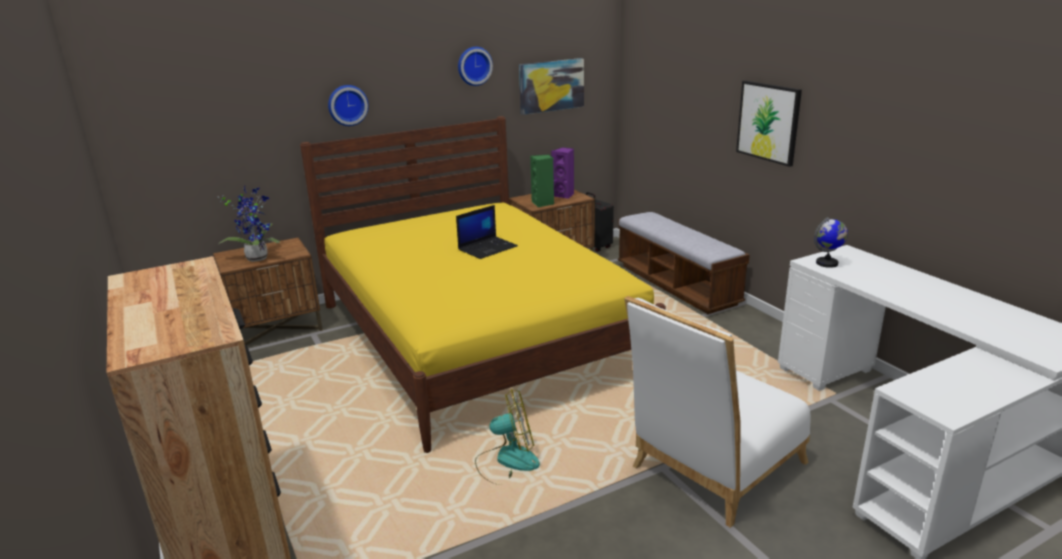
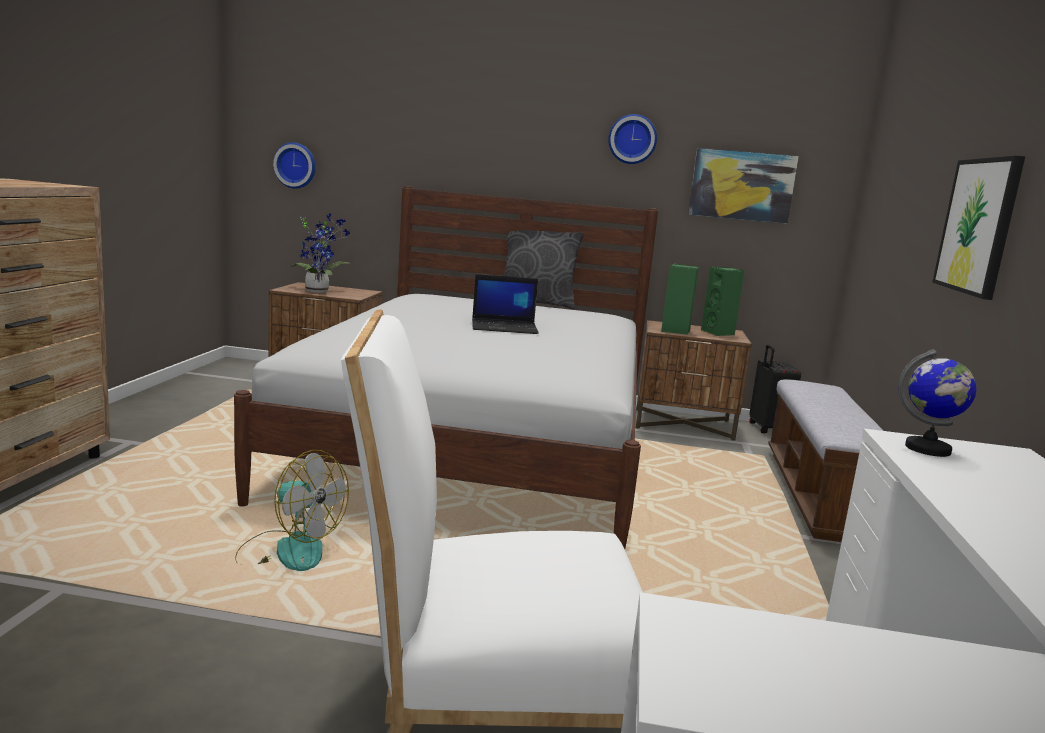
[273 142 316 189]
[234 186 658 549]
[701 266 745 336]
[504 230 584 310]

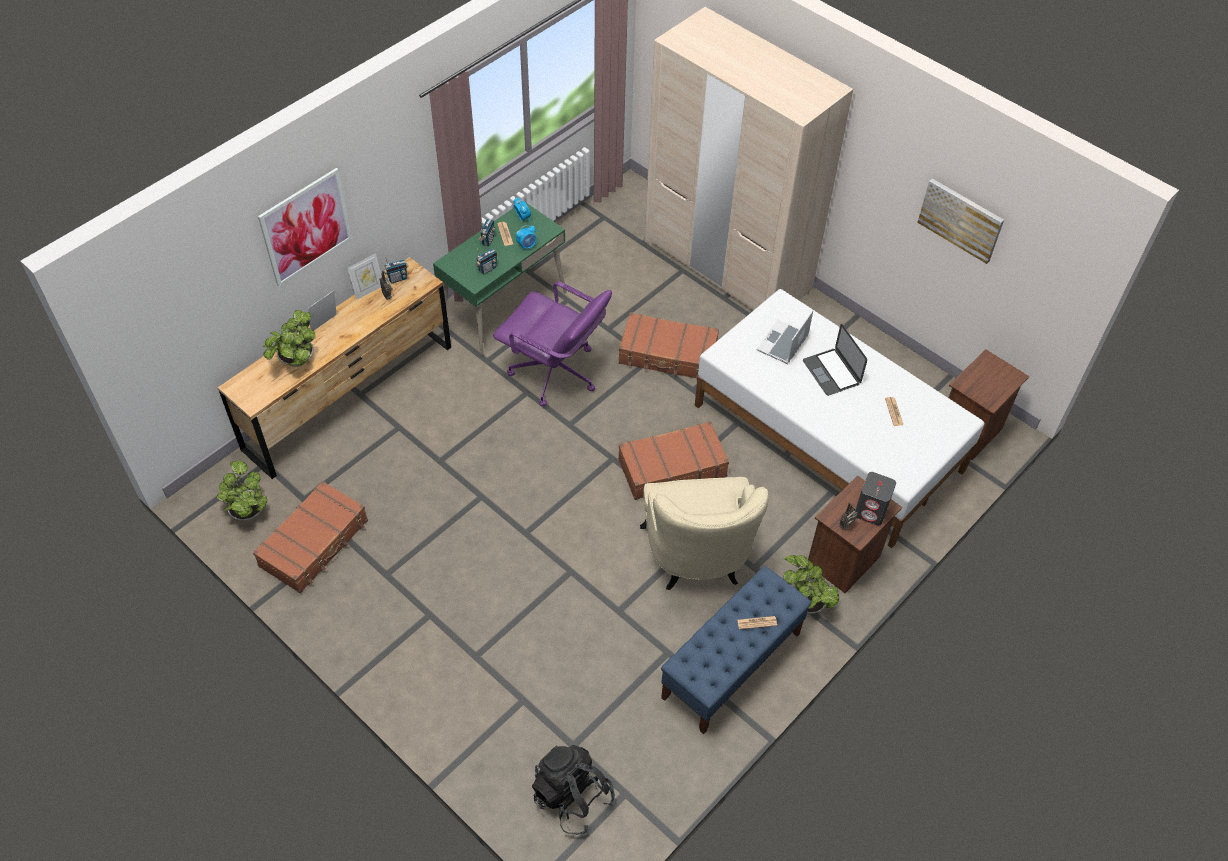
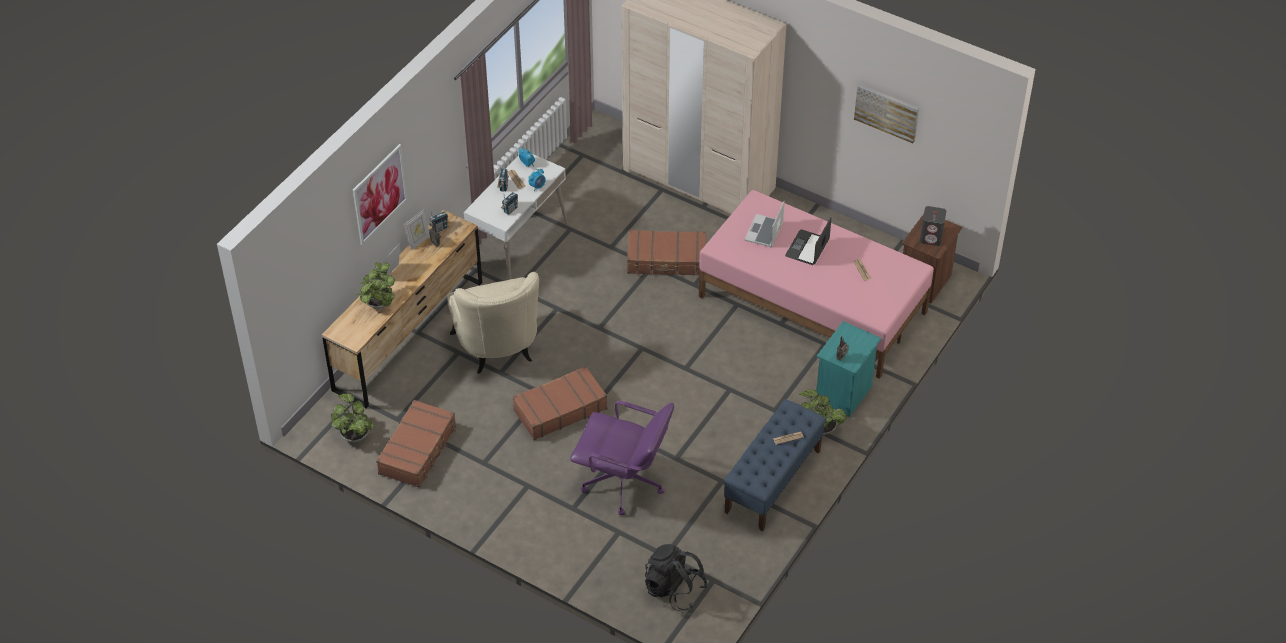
[464 154 568 280]
[570 400 674 515]
[699 190 934 379]
[785 217 831 265]
[513 366 608 440]
[920 206 946 246]
[816 321 881 417]
[447 272 539 373]

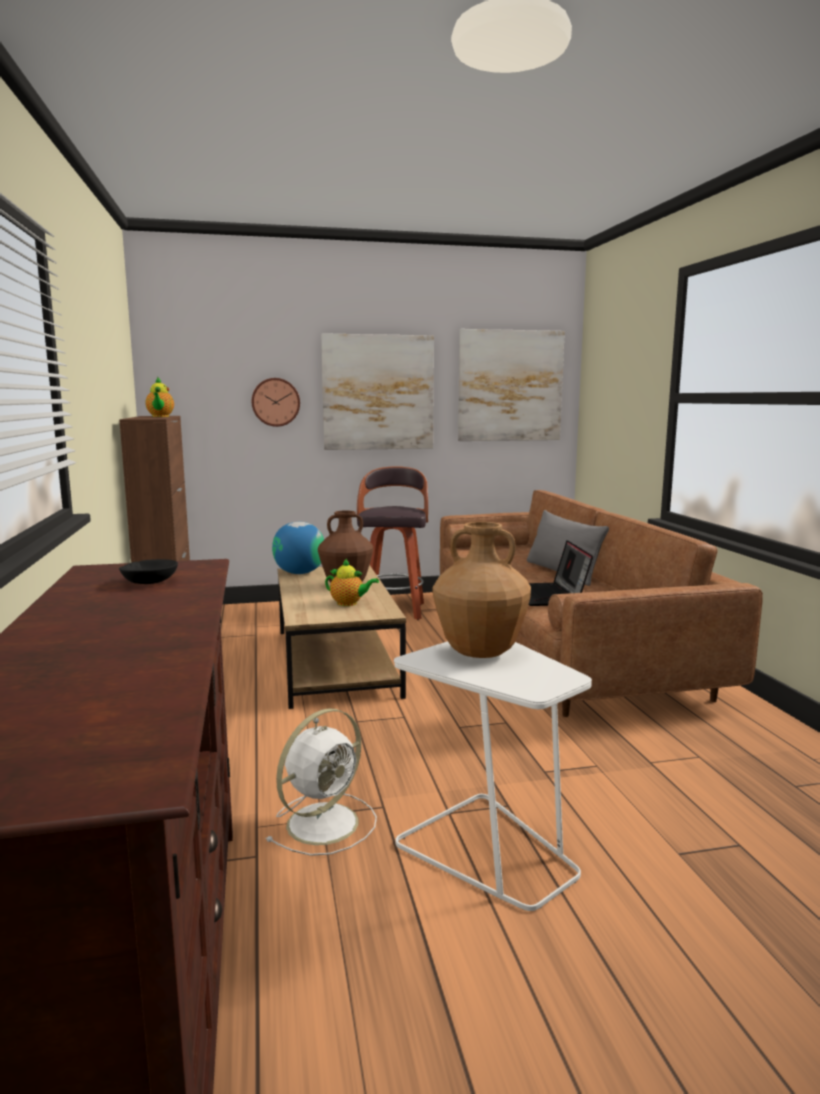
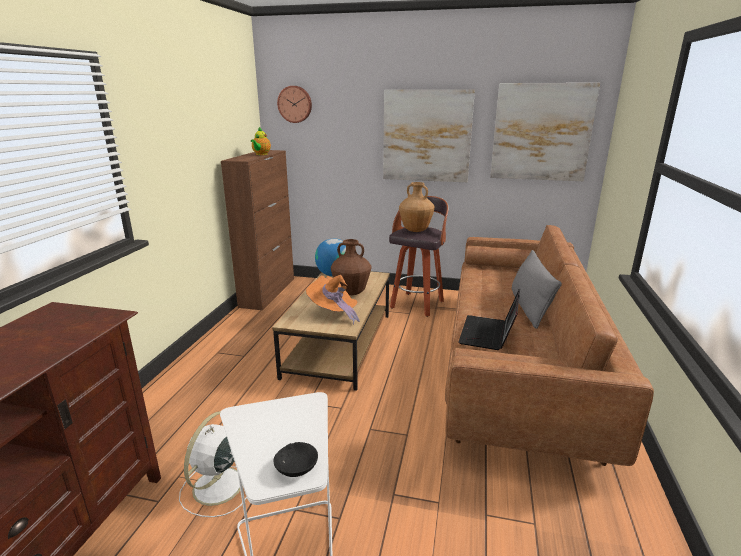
[277 86 312 123]
[399 182 435 232]
[274 442 318 477]
[306 275 360 325]
[179 411 247 517]

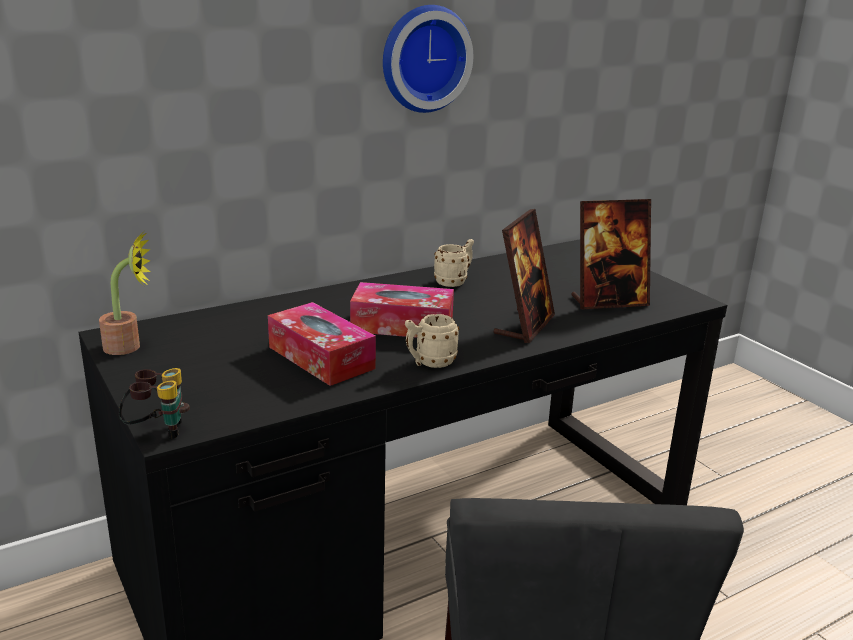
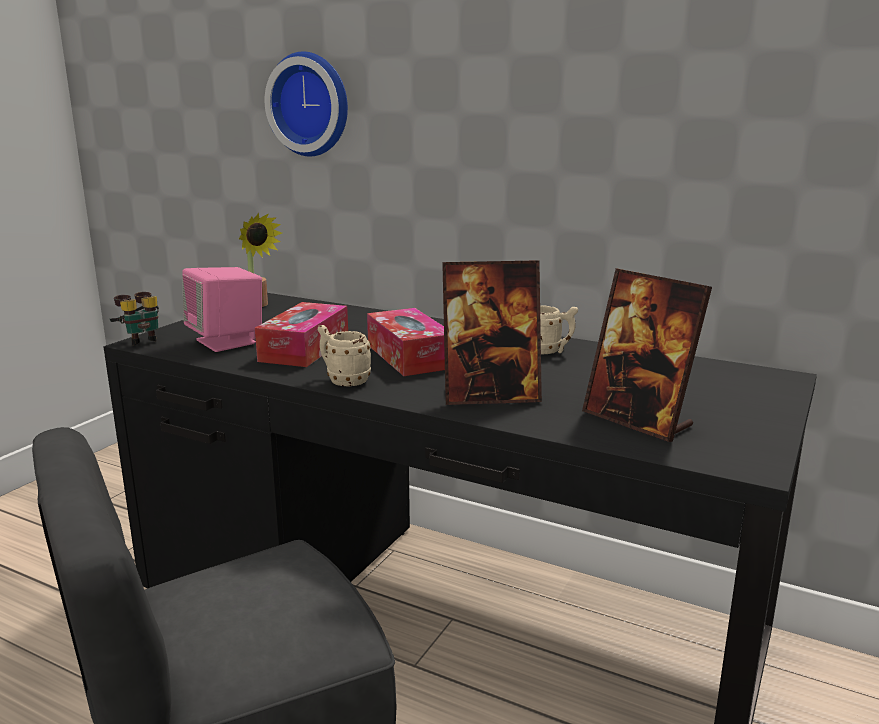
[265 51 348 156]
[182 267 262 352]

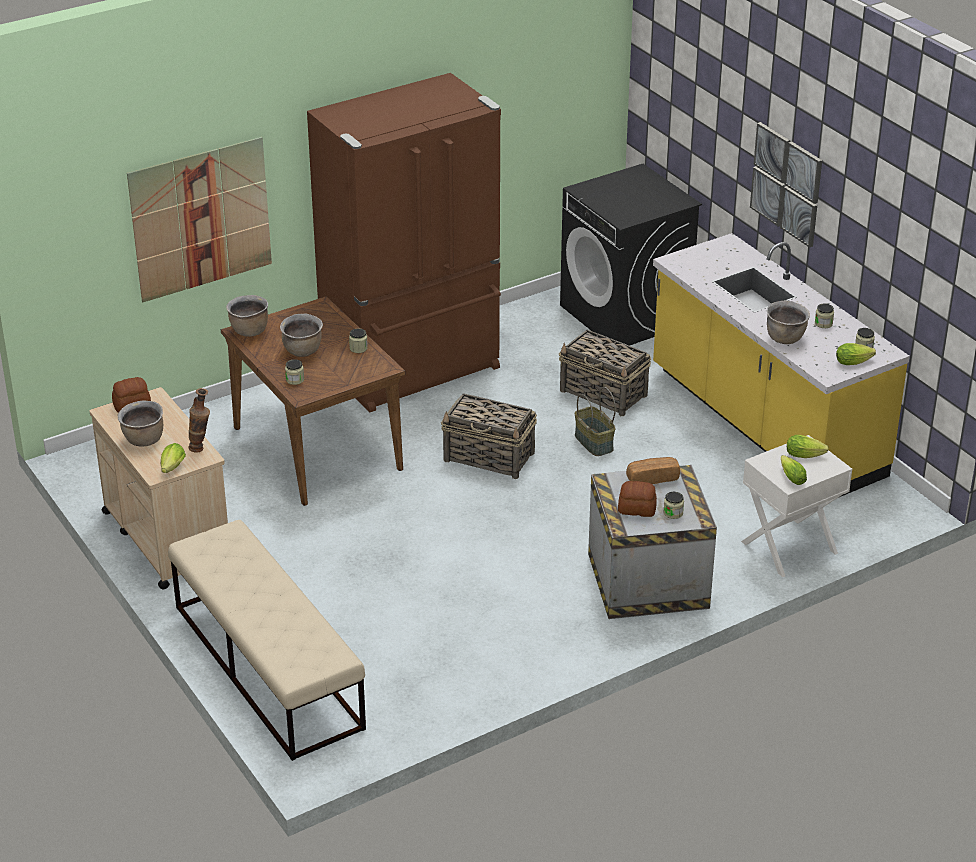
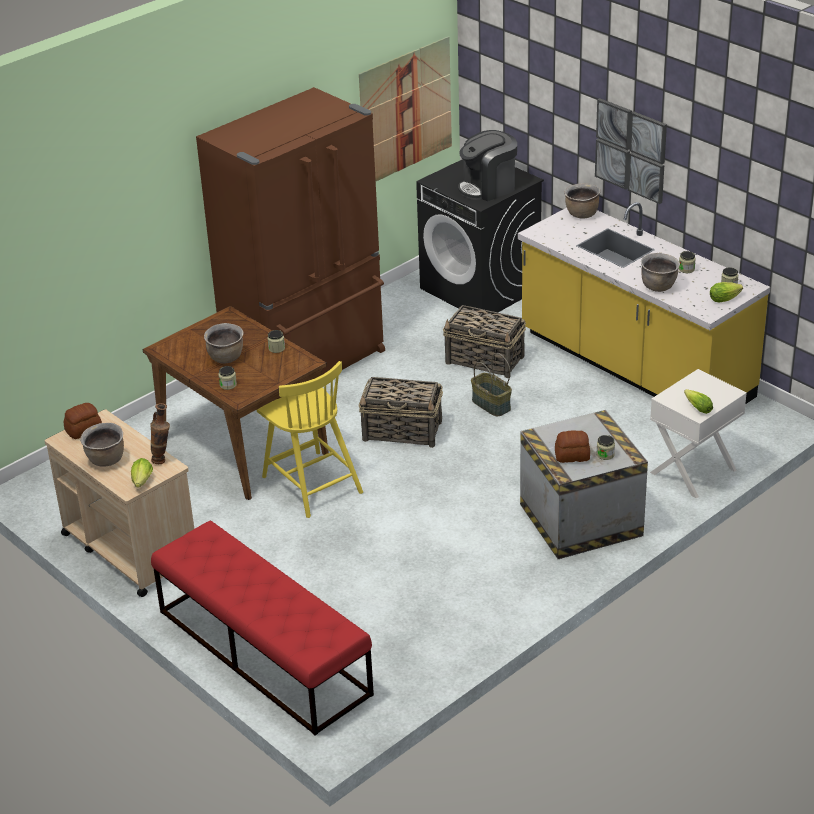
[359 36 452 181]
[564 183 600 218]
[787 435 829 458] (first image)
[626 457 680 484] (first image)
[151 521 374 735]
[458 130 517 201]
[257 361 363 518]

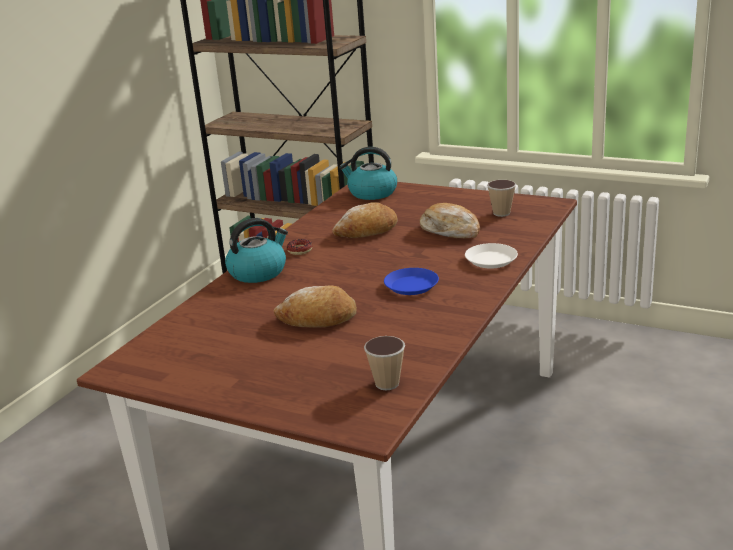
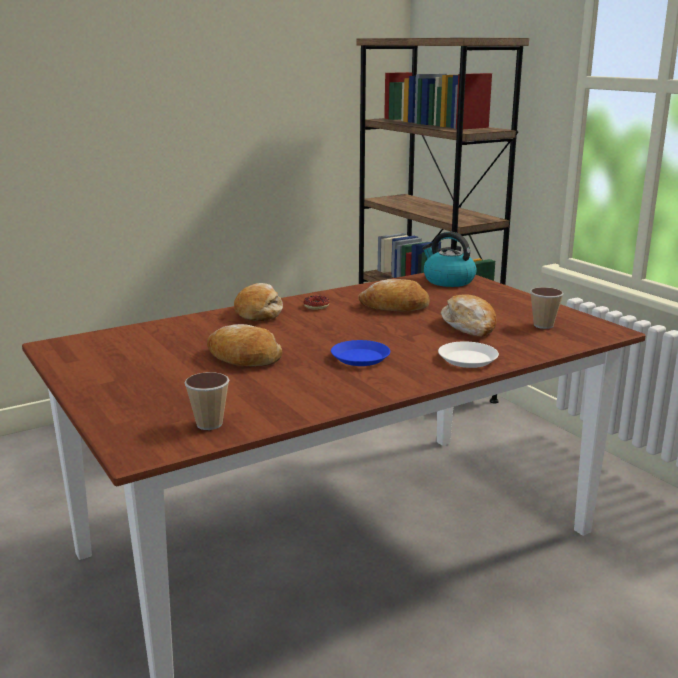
[234 283 283 321]

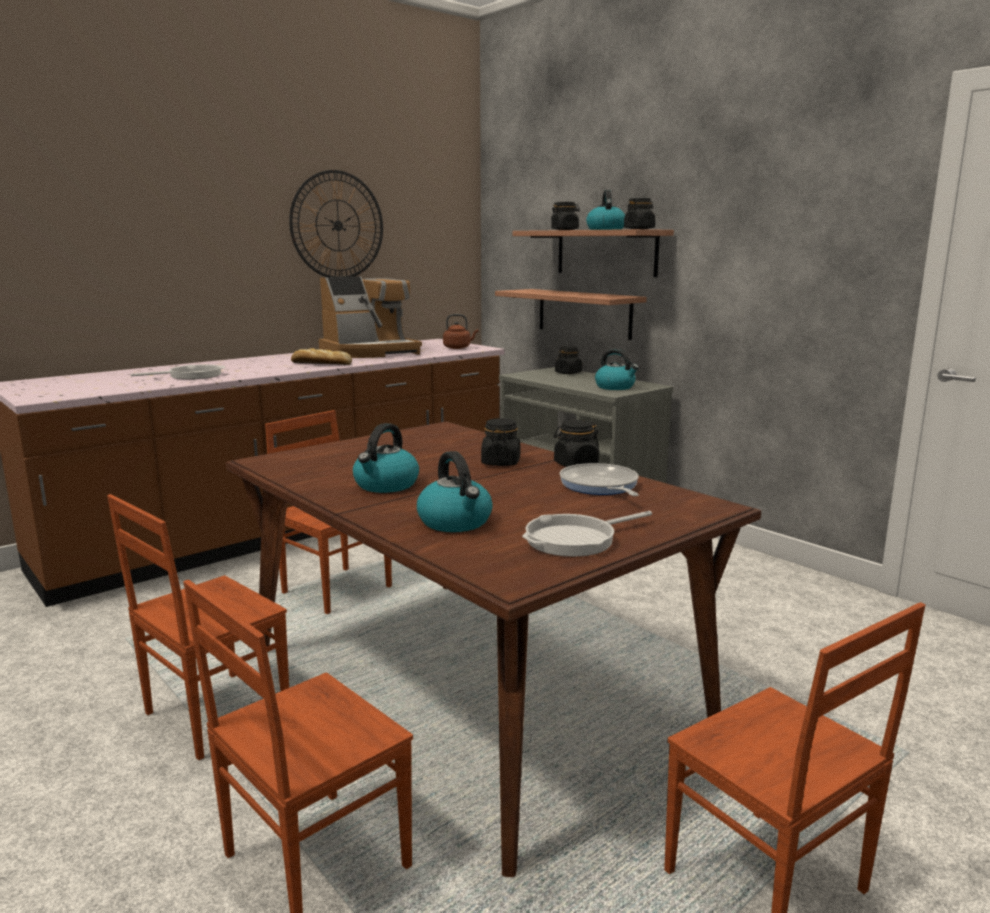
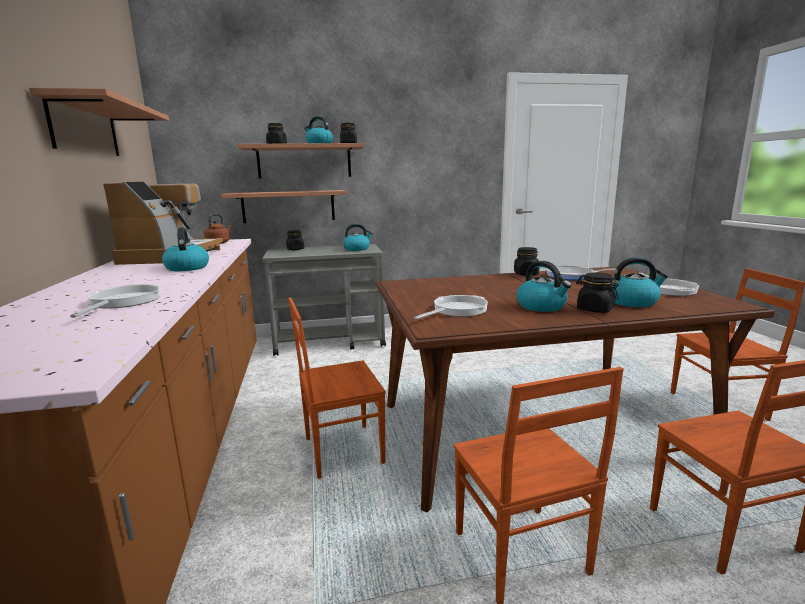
[29 88 169 156]
[162 227 209 271]
[576 272 618 313]
[414 295 488 319]

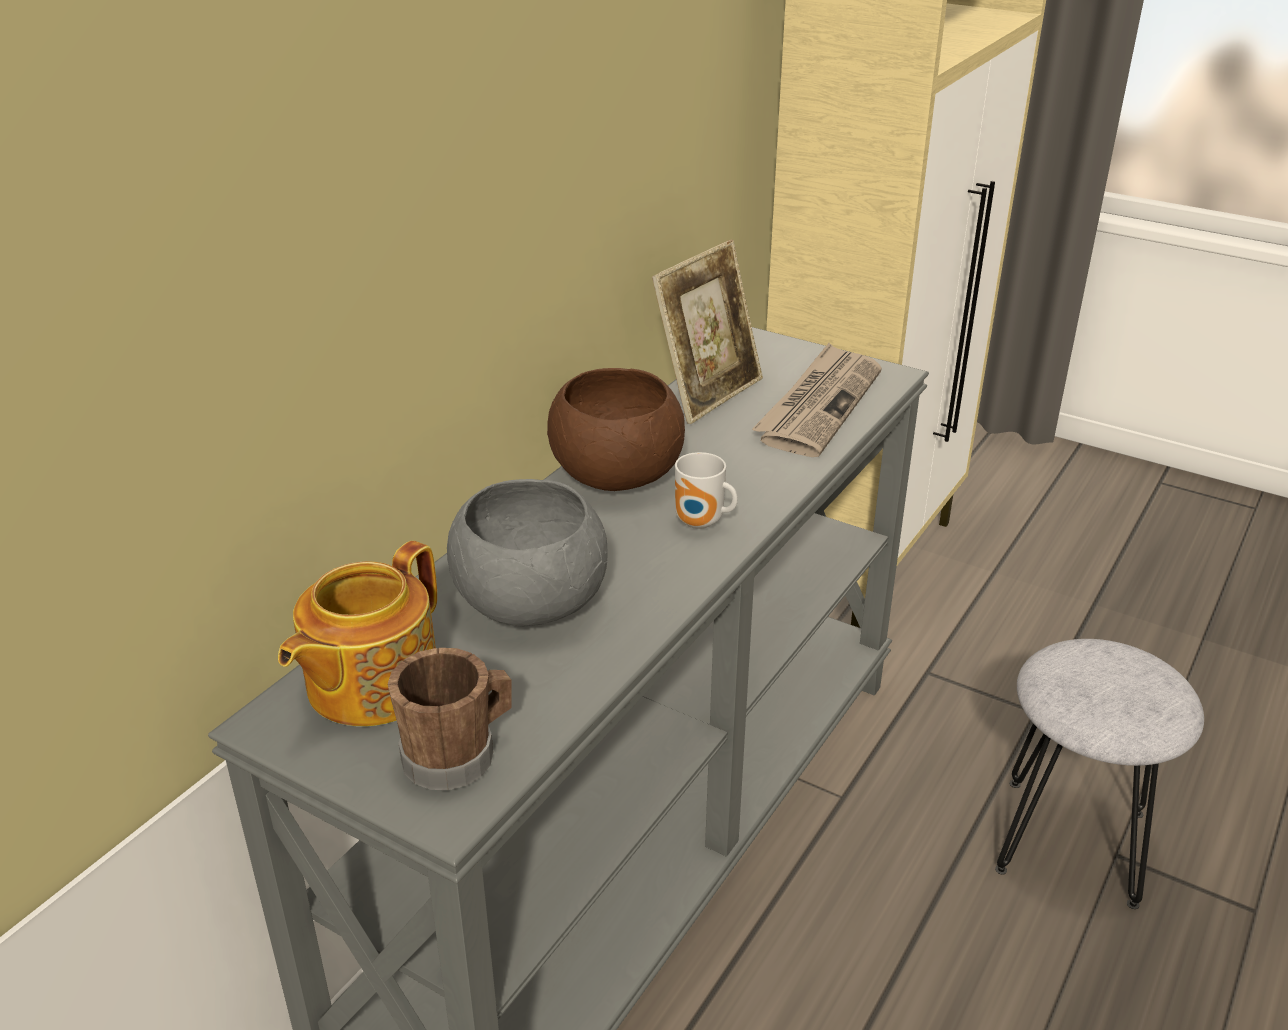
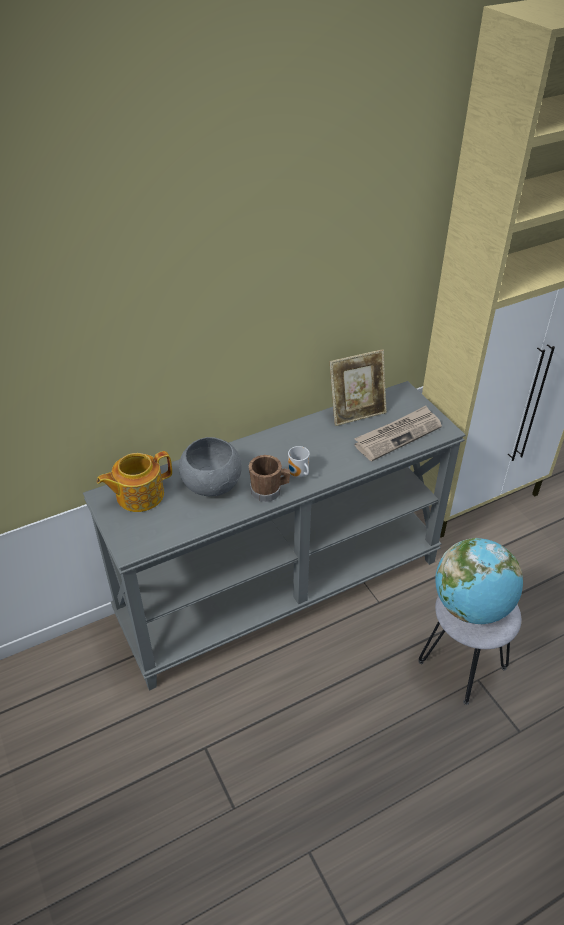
[547 368 685 491] (first image)
[249 455 290 502]
[435 538 523 625]

